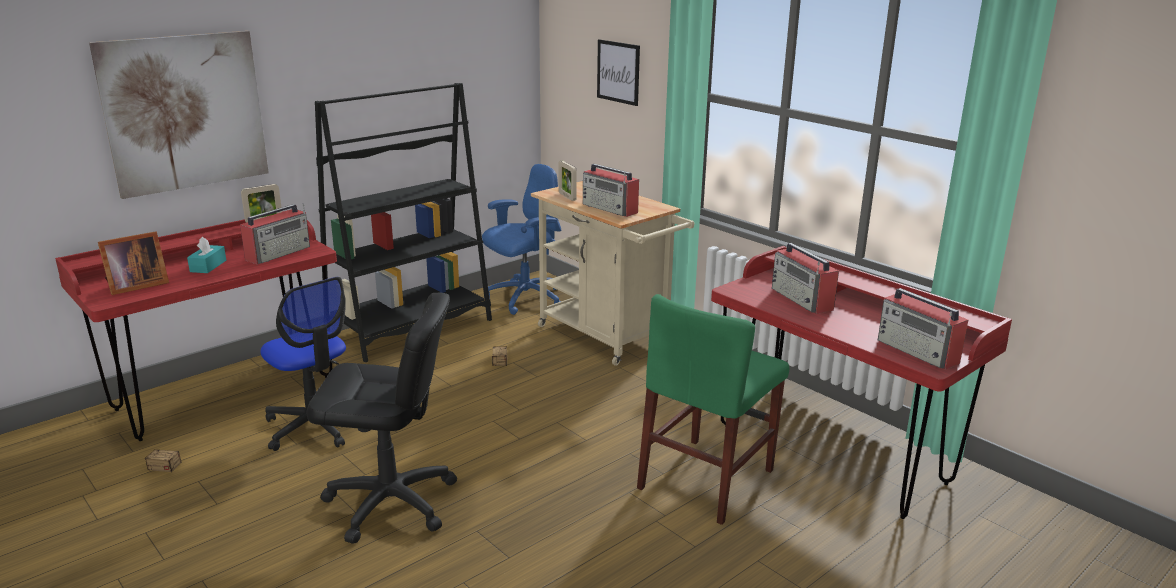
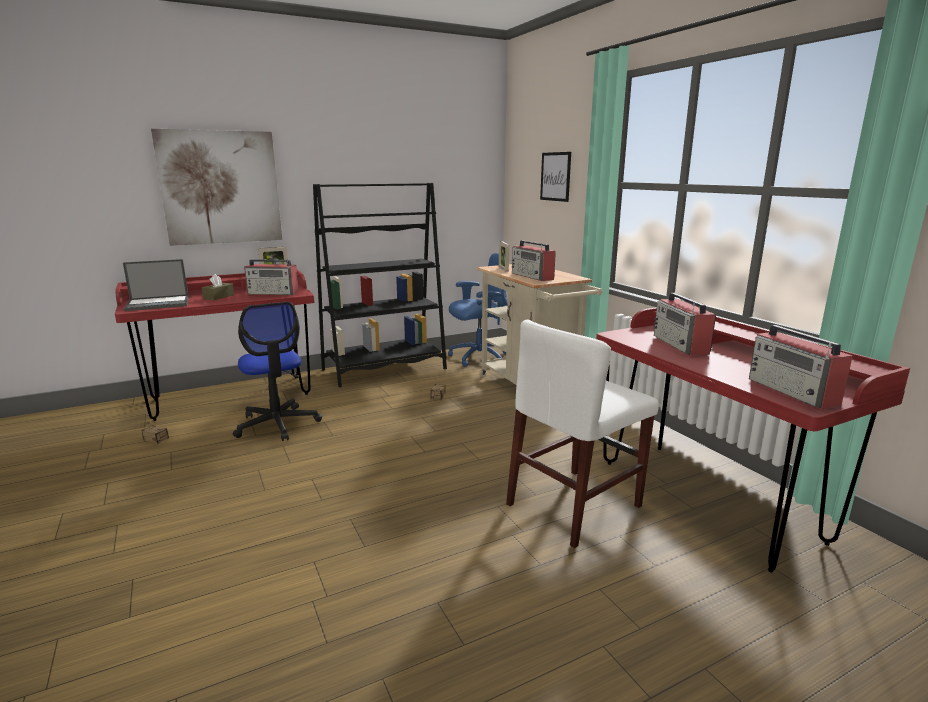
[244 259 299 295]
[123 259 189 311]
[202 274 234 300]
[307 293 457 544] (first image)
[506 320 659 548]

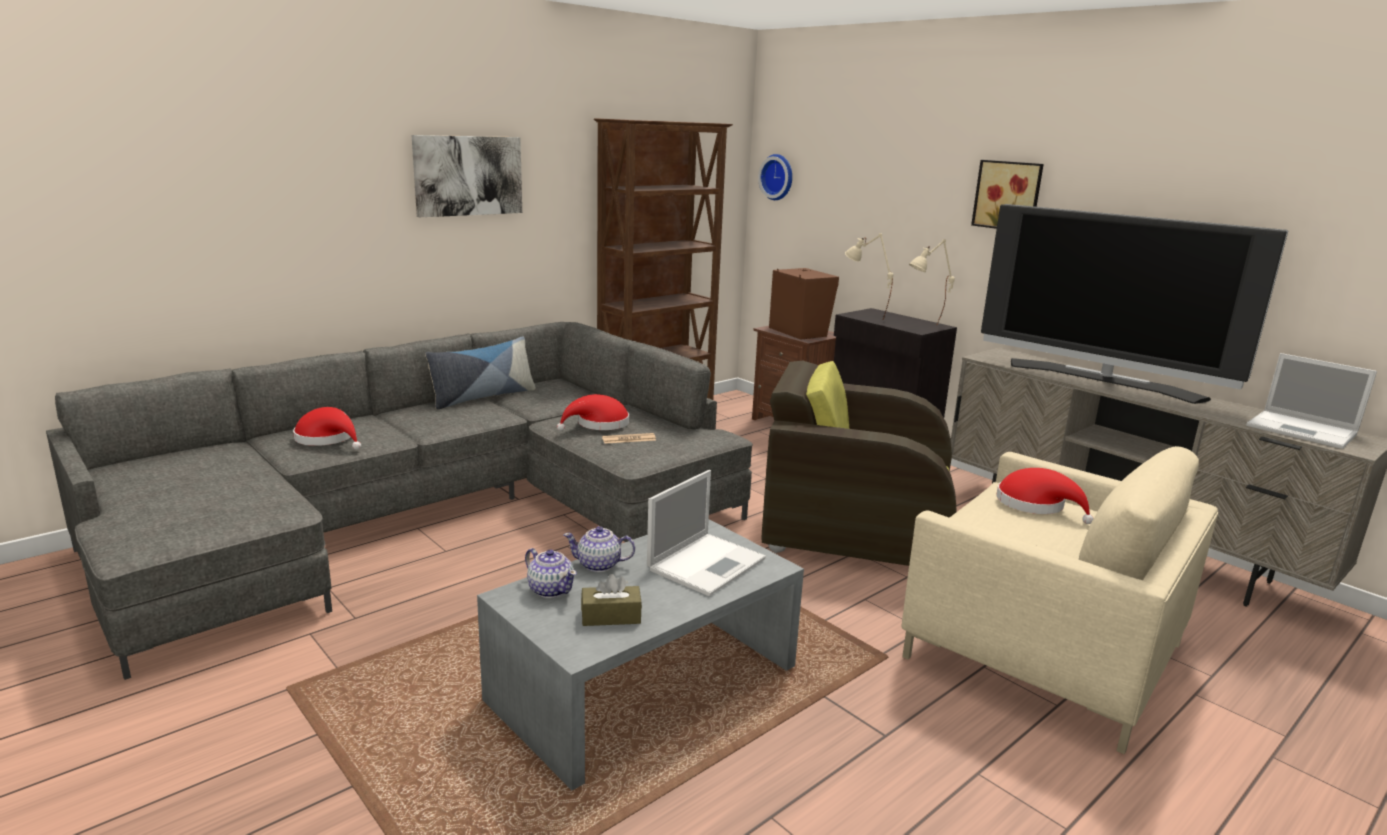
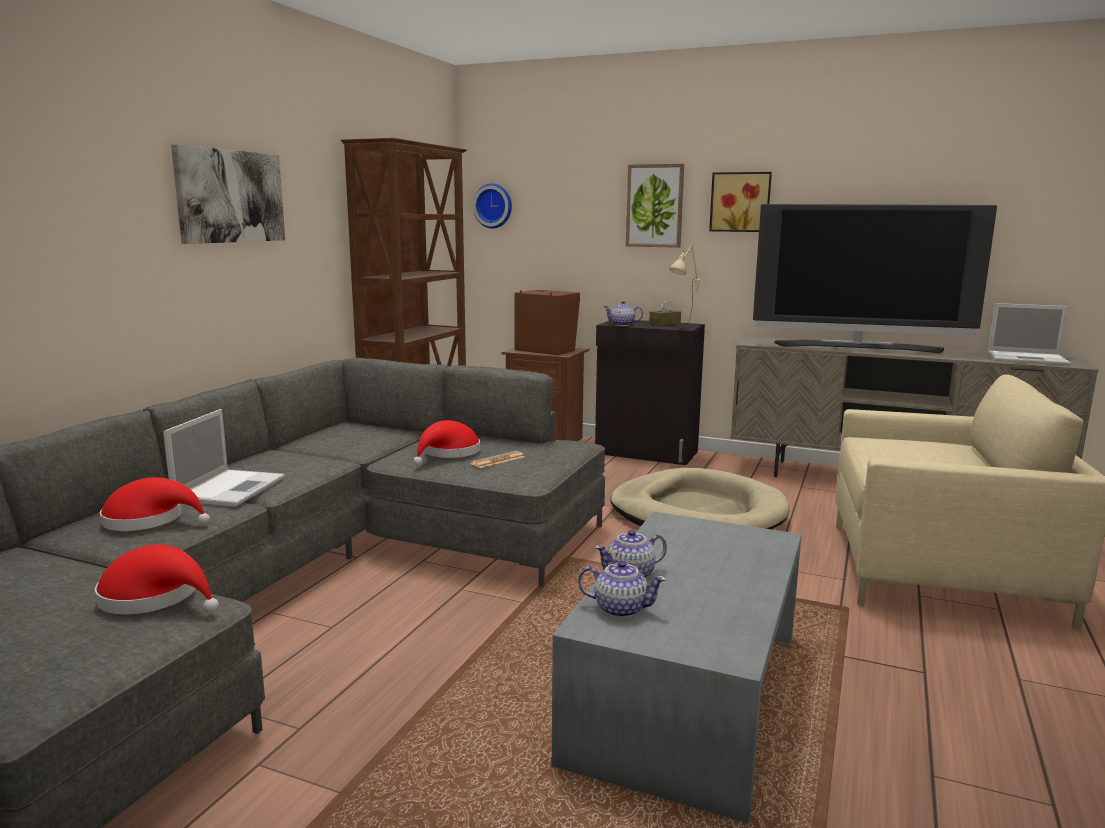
[603 301 643 326]
[425 336 536 409] (first image)
[610 468 790 529]
[95 544 219 614]
[163 409 285 507]
[649 299 681 326]
[626 164 684 248]

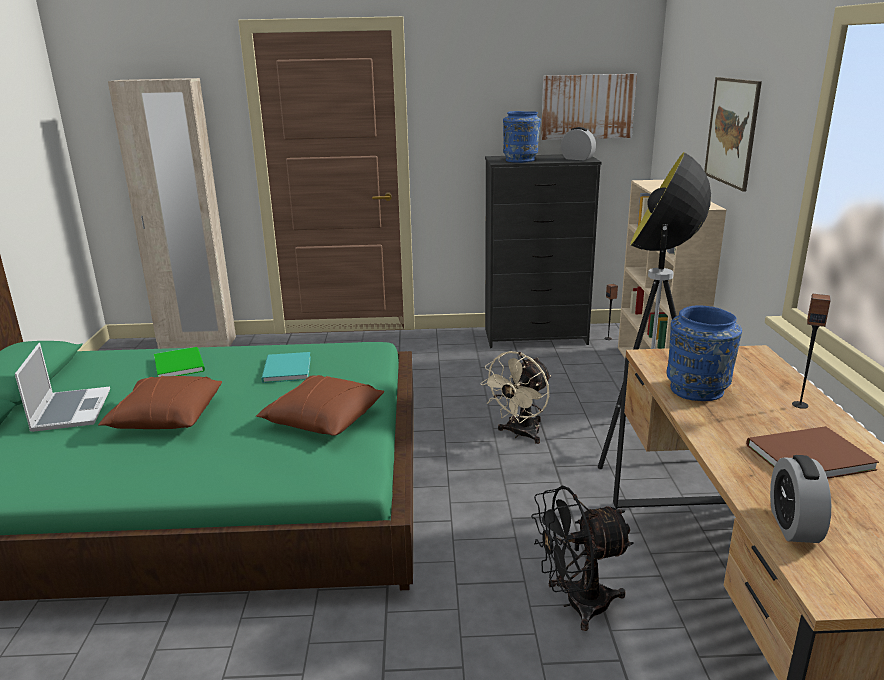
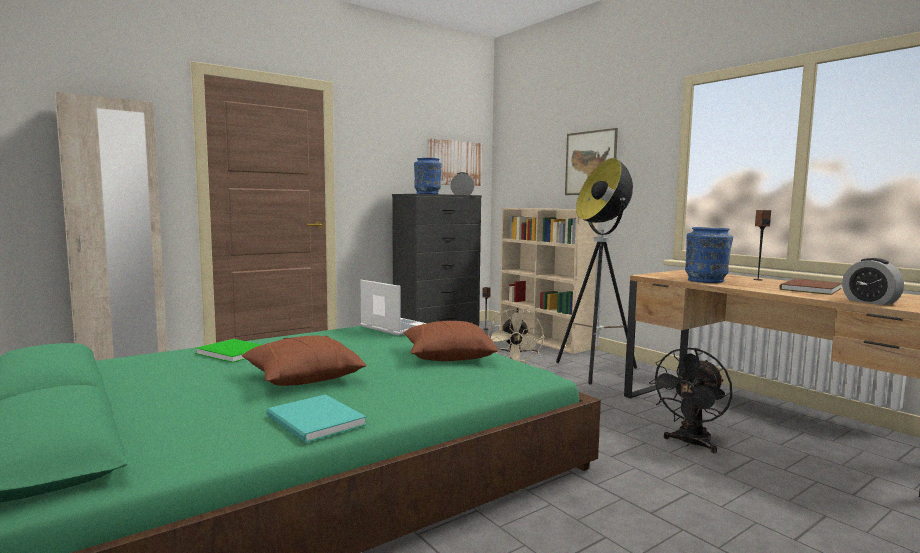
[361 280 427 336]
[266 394 366 443]

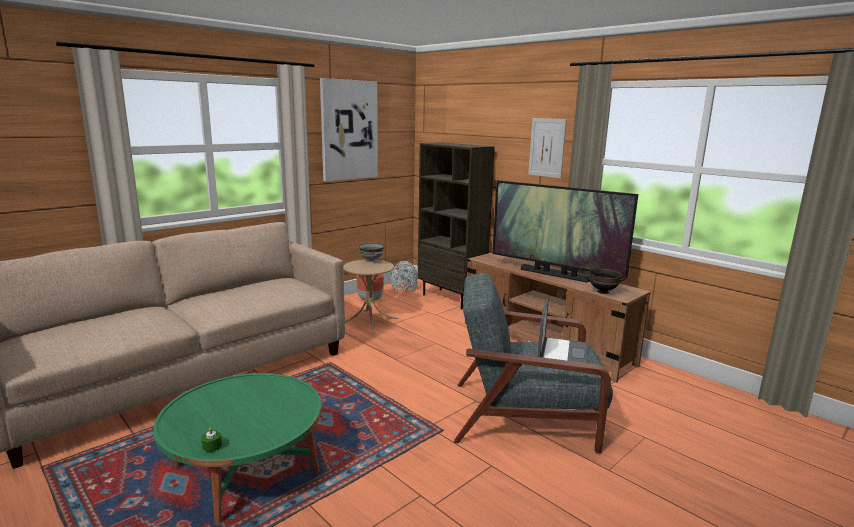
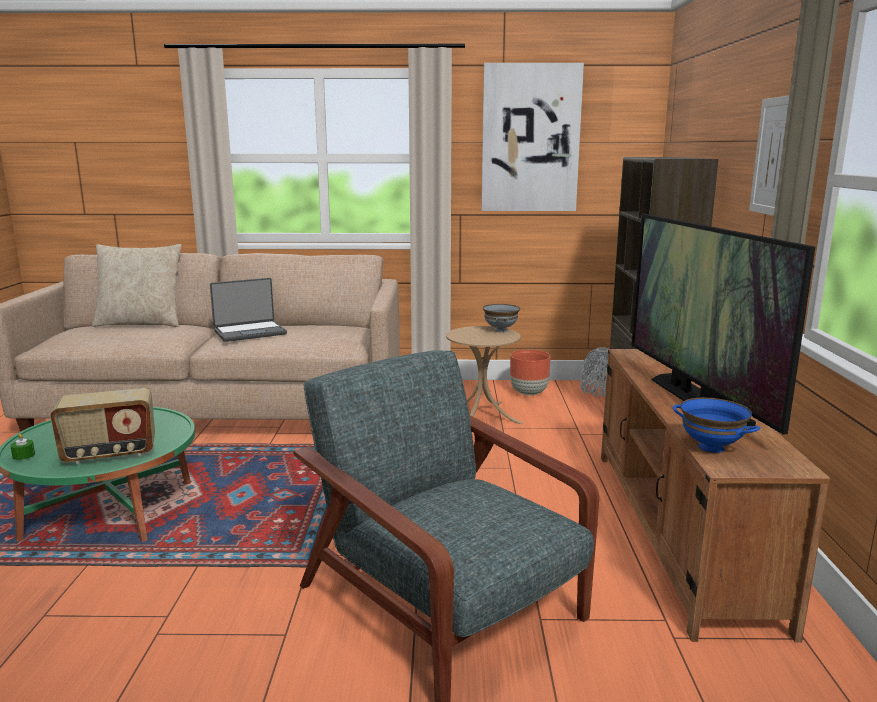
[673 398 760 453]
[210 278 287 342]
[92 244 181 327]
[50 388 155 464]

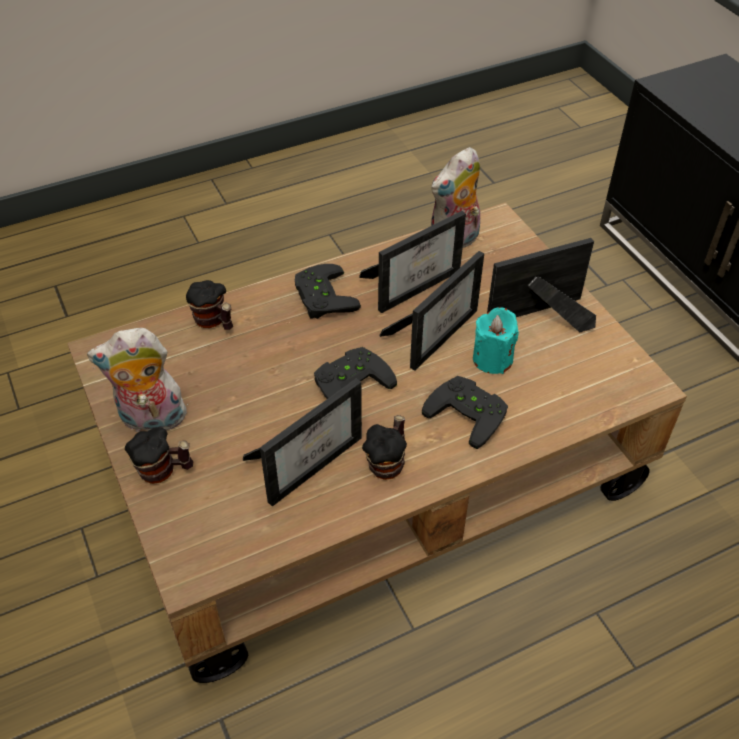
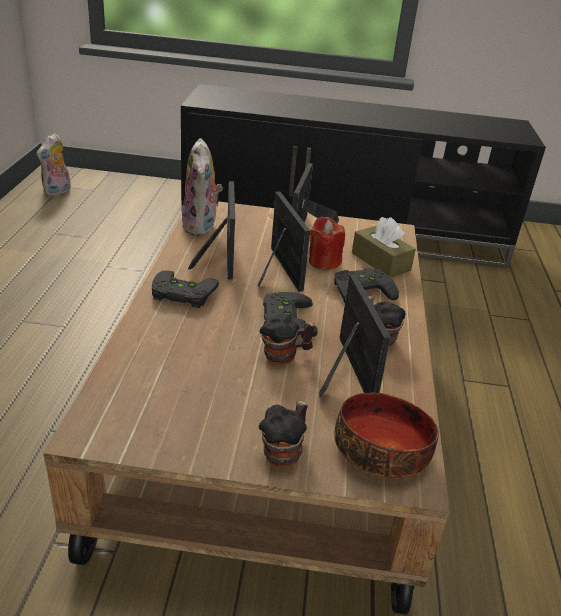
[260 313 315 365]
[309 217 345 270]
[37 133 71 197]
[352 217 416 278]
[334 392 439 478]

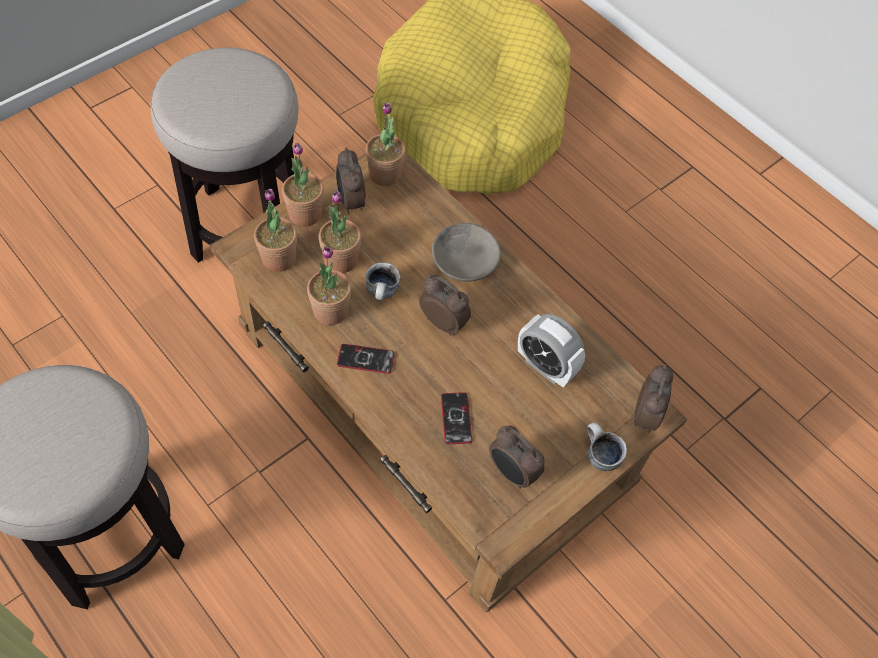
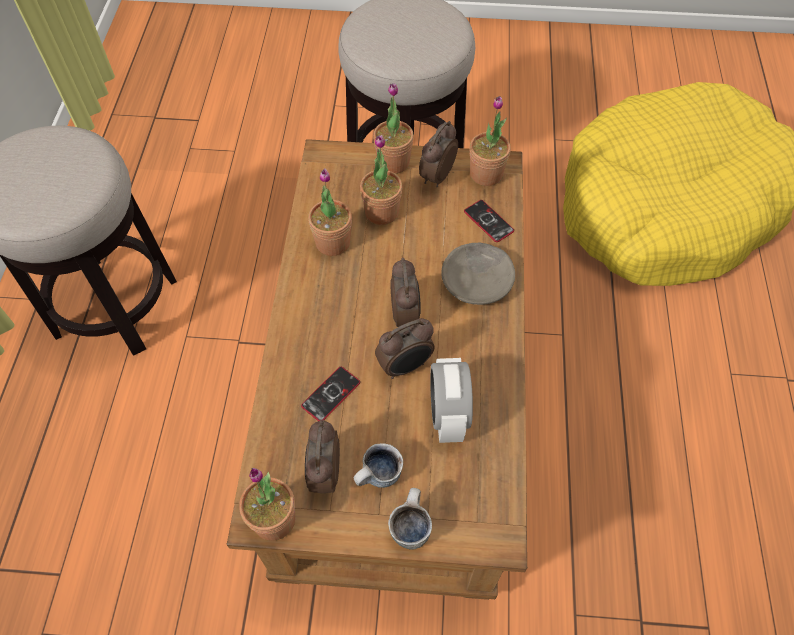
[239 468 295 541]
[354 443 403 488]
[464 200 514 242]
[375 318 435 379]

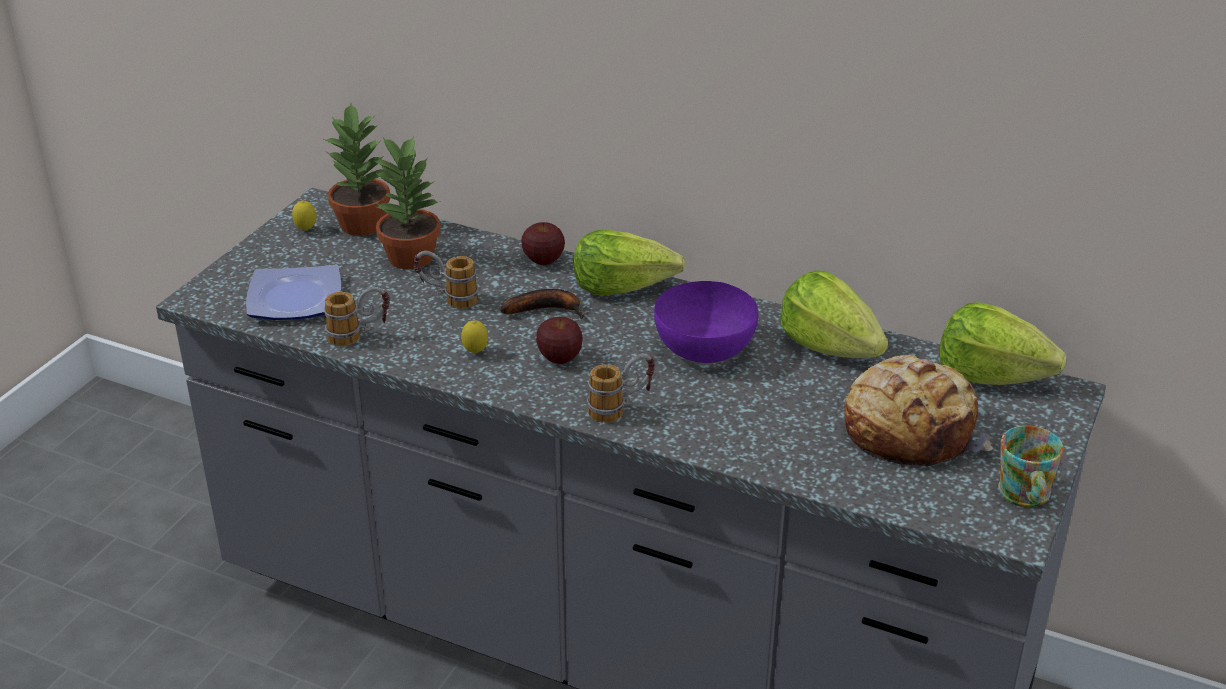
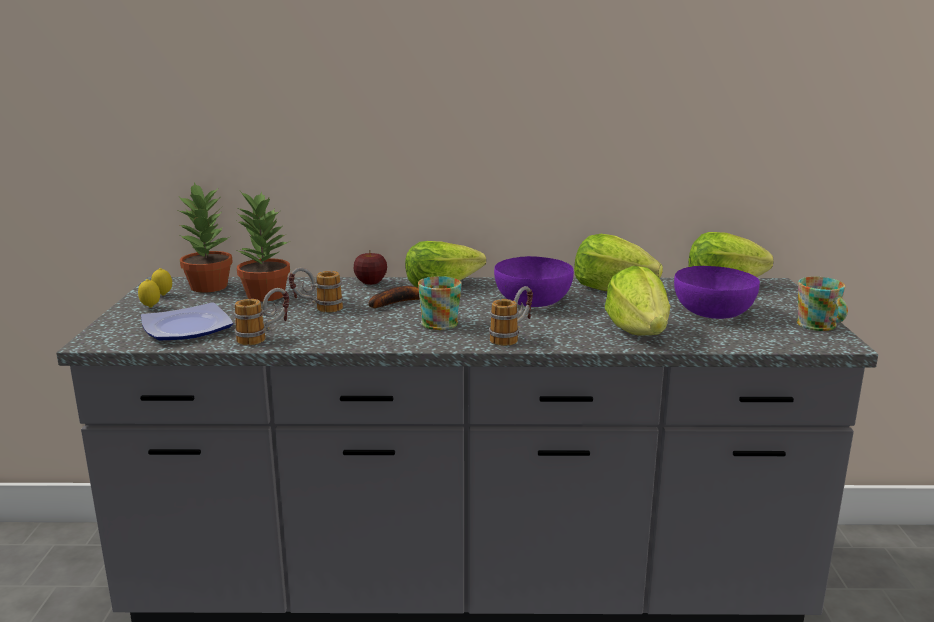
[418 276 462 330]
[138 279 160 308]
[674 266 760 319]
[605 266 670 335]

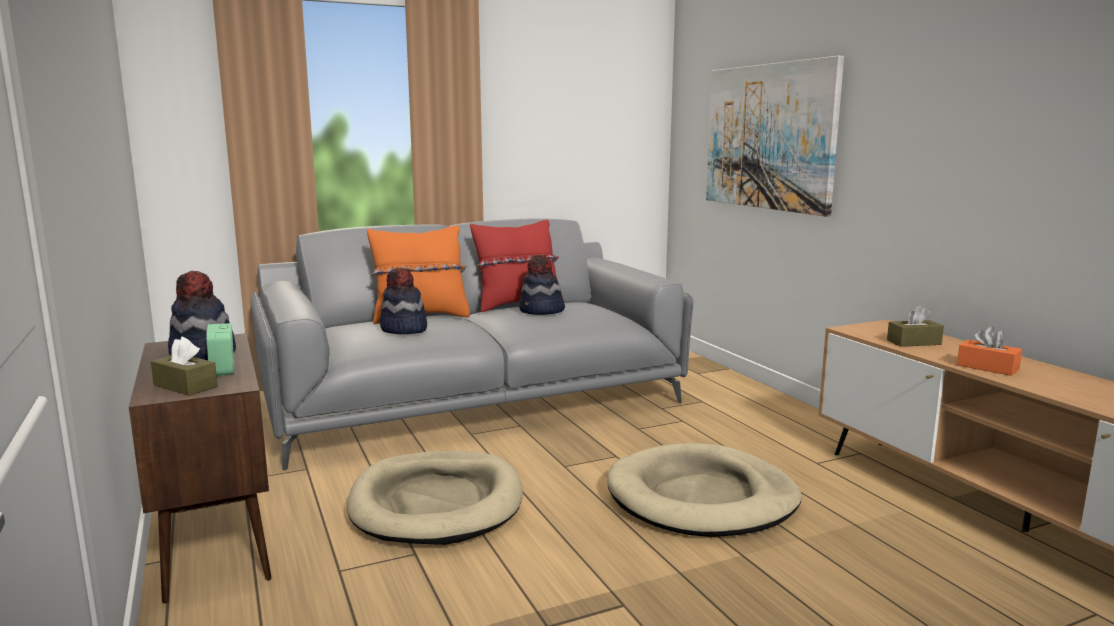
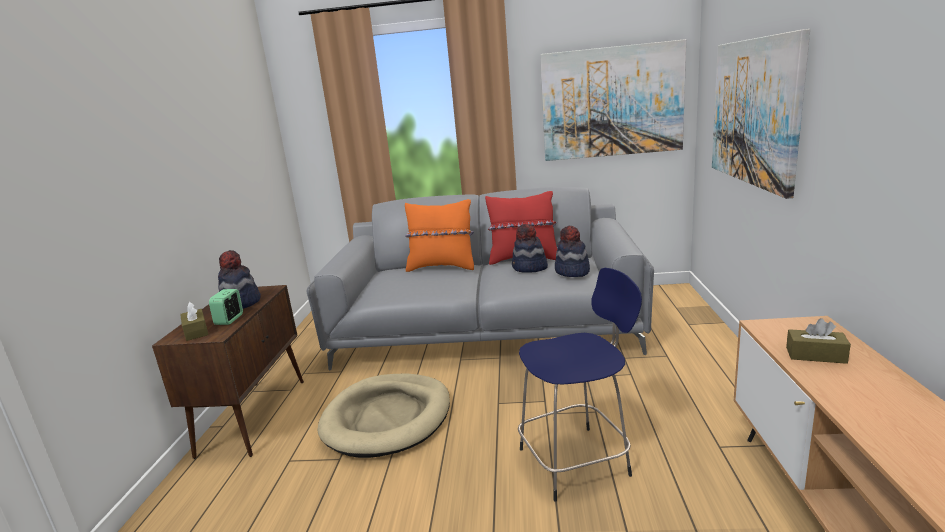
[555 226 590 277]
[957 326 1022 376] (first image)
[518 268 642 502]
[540 39 686 161]

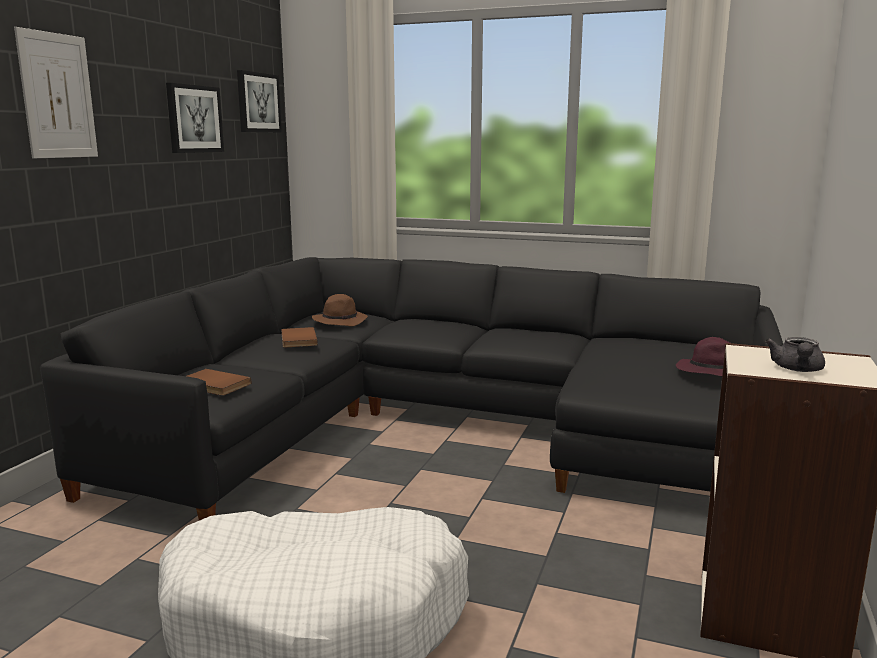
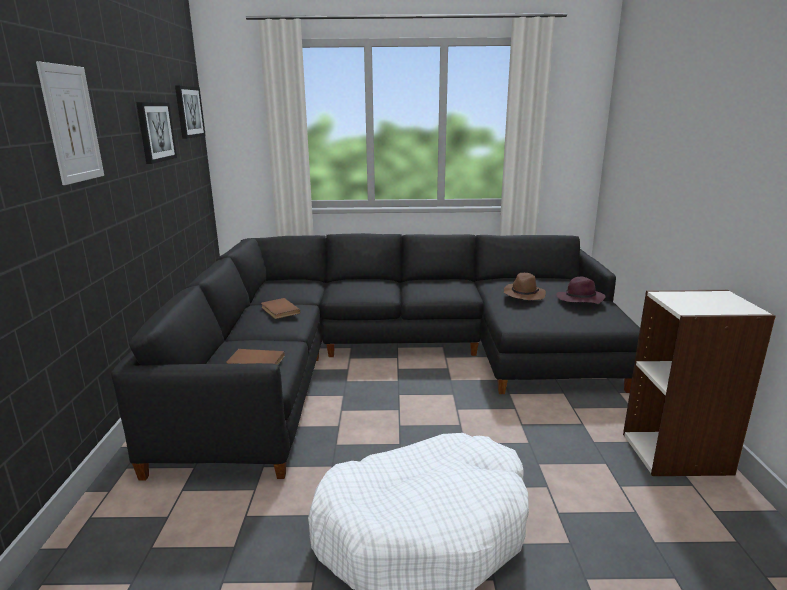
[503 273 546 300]
[765 337 825 372] (first image)

